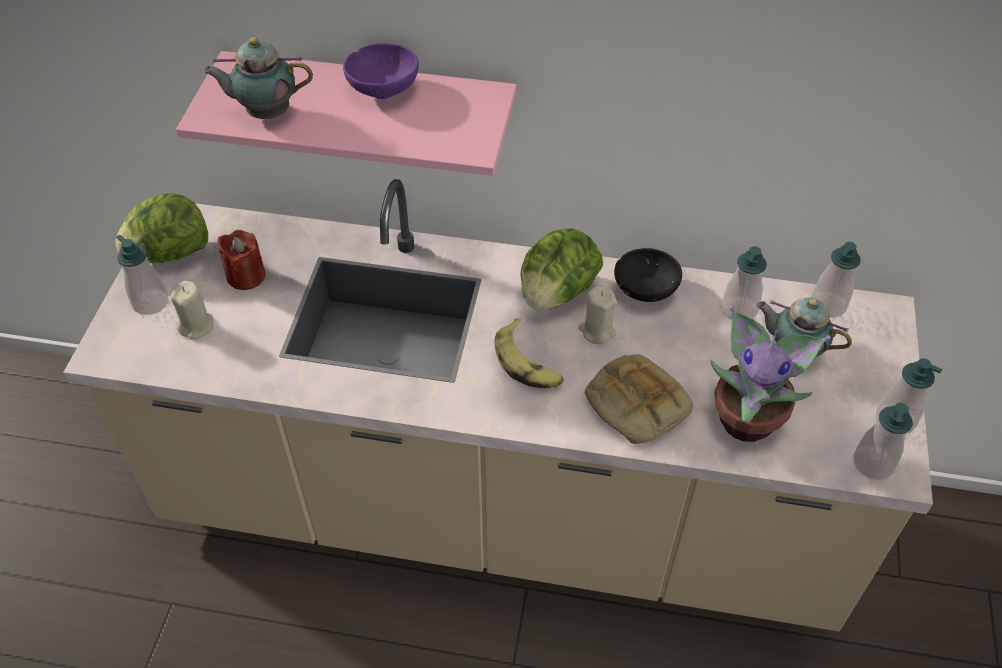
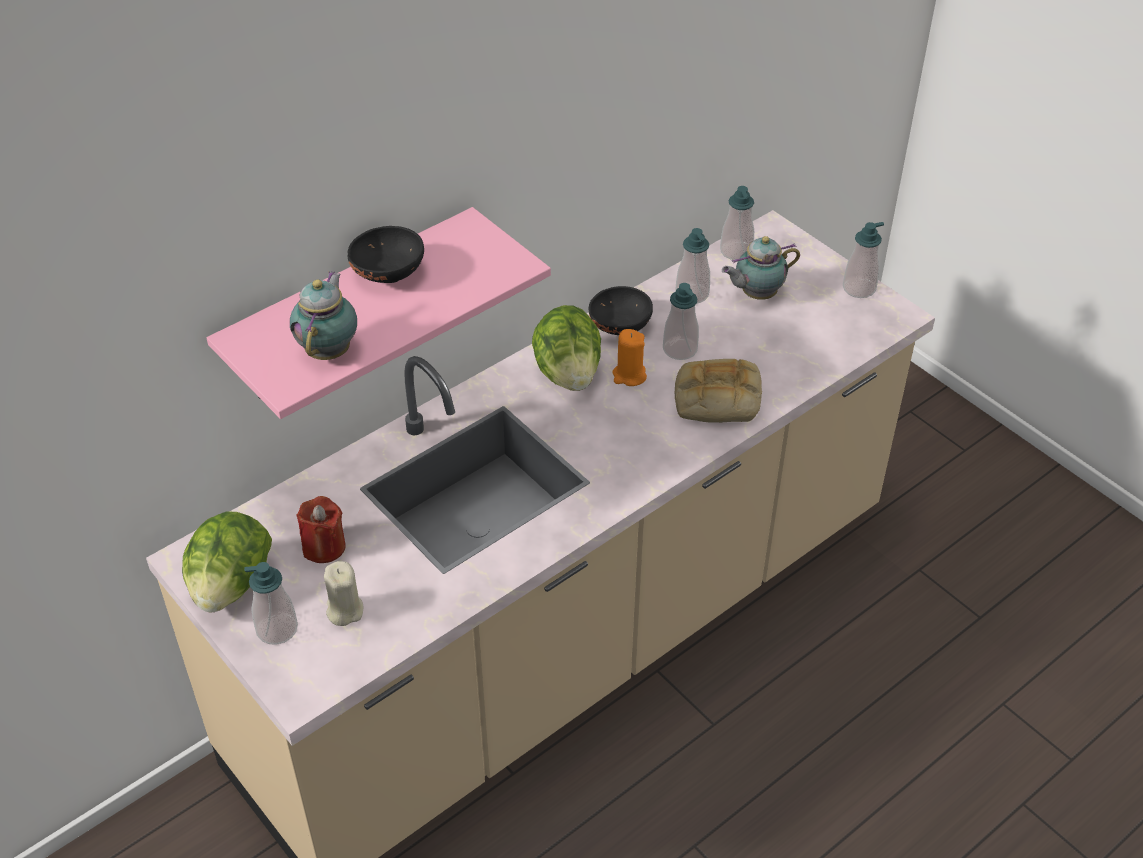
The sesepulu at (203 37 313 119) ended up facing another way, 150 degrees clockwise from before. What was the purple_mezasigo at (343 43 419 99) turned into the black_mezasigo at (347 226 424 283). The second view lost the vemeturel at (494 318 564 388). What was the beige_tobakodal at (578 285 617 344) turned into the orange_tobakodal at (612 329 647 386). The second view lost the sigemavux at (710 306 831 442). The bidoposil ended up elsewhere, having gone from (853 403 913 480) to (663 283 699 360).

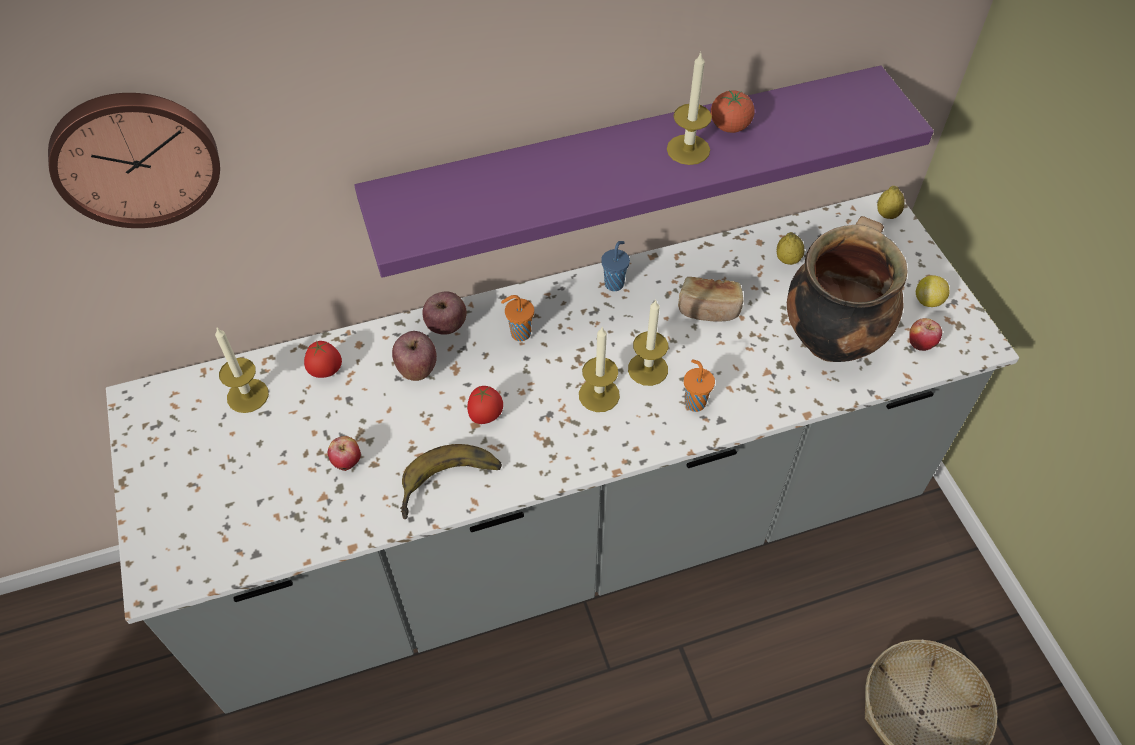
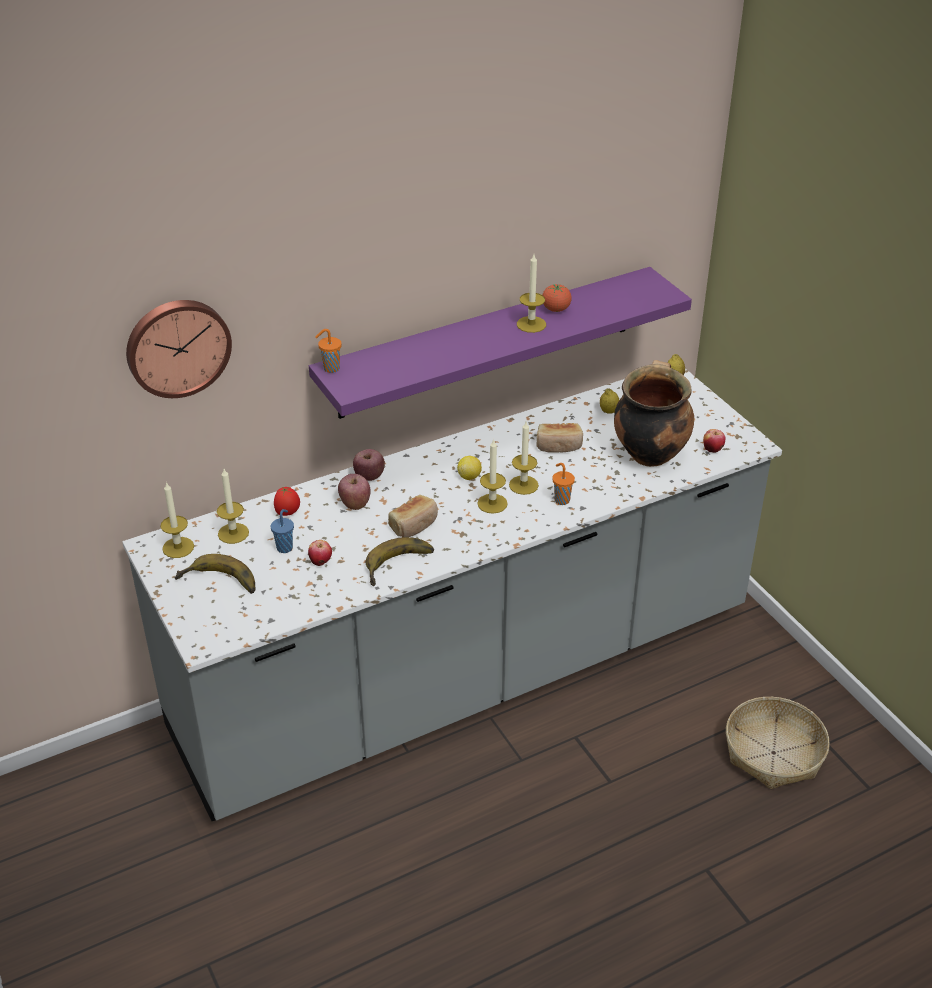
Where the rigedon stood at (467 386 503 424), the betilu came to stand at (388 495 438 537). The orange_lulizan ended up elsewhere, having gone from (501 295 534 341) to (315 329 342 373). The blue_lulizan ended up elsewhere, having gone from (601 241 630 291) to (271 509 294 553). The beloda ended up elsewhere, having gone from (916 275 949 307) to (457 456 482 480). The second view gained the tobakodal at (160 482 194 558). The second view gained the vemeturel at (175 554 255 594).

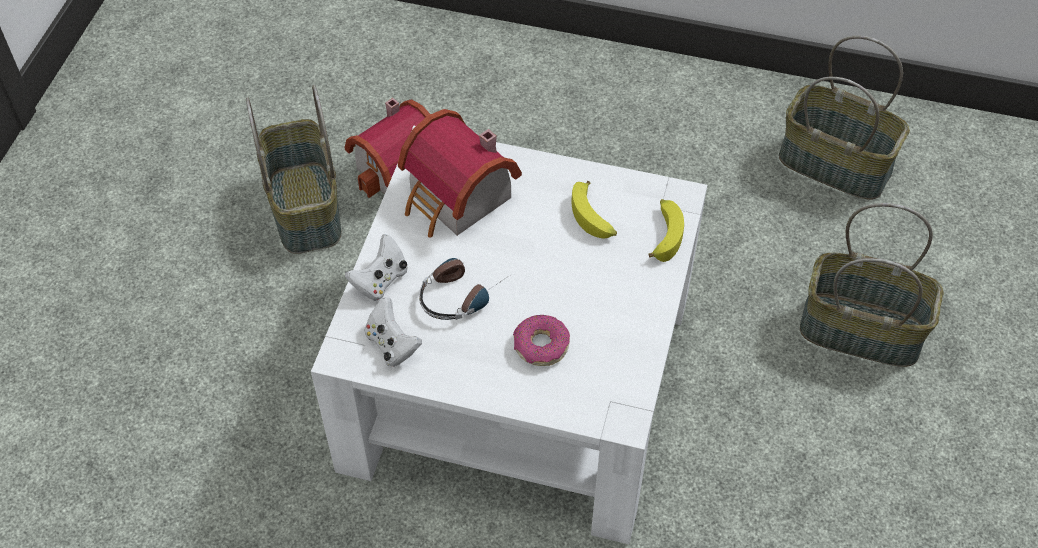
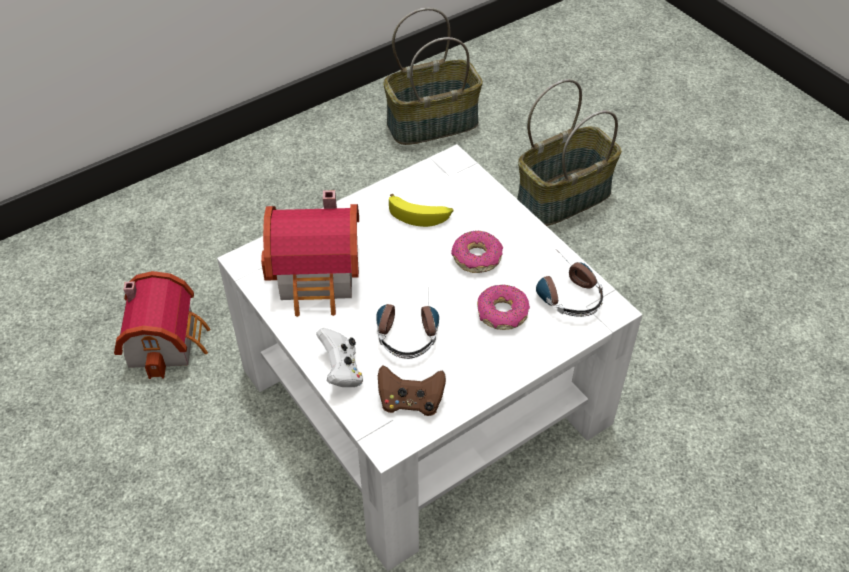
The second view lost the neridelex at (246 85 341 254). What was the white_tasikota at (364 297 422 367) turned into the brown_tasikota at (378 366 446 416). The second view lost the vemeturel at (648 199 684 262). The second view gained the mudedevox at (451 231 503 273). The second view gained the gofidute at (536 262 603 317).

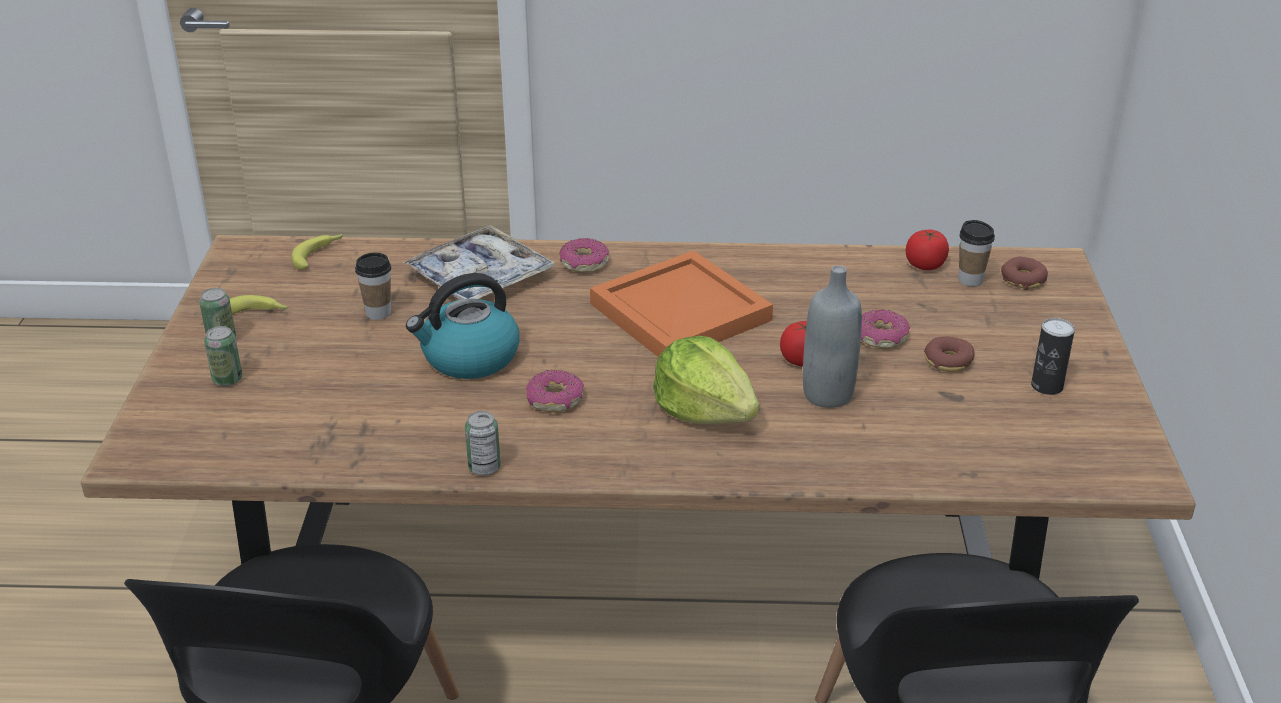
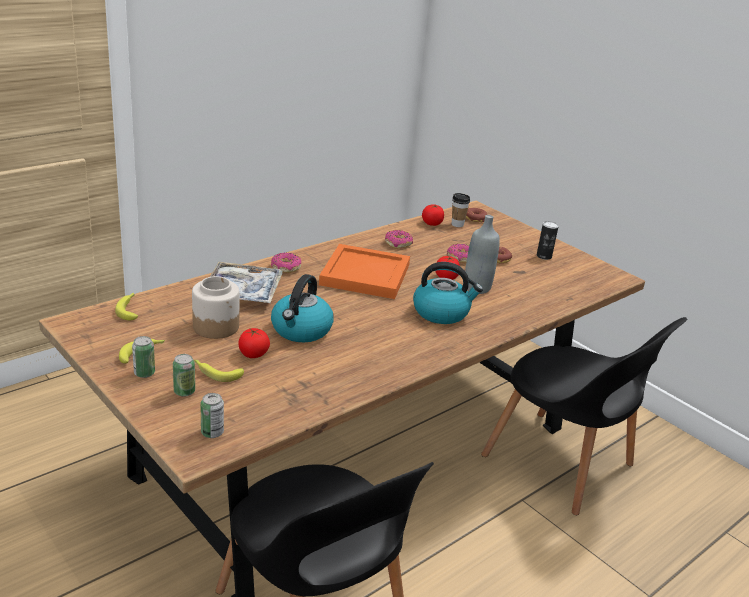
Where the lulizan stood at (355 252 391 320), the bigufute came to stand at (192 276 240 339). The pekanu ended up elsewhere, having gone from (465 411 501 476) to (200 393 224 438). The mudedevox ended up elsewhere, having gone from (526 370 584 413) to (385 230 413 249). Where the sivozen stood at (653 336 760 424), the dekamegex came to stand at (413 262 483 324). The second view gained the vemeturel at (194 360 244 382). The second view gained the rigedon at (238 328 270 358).

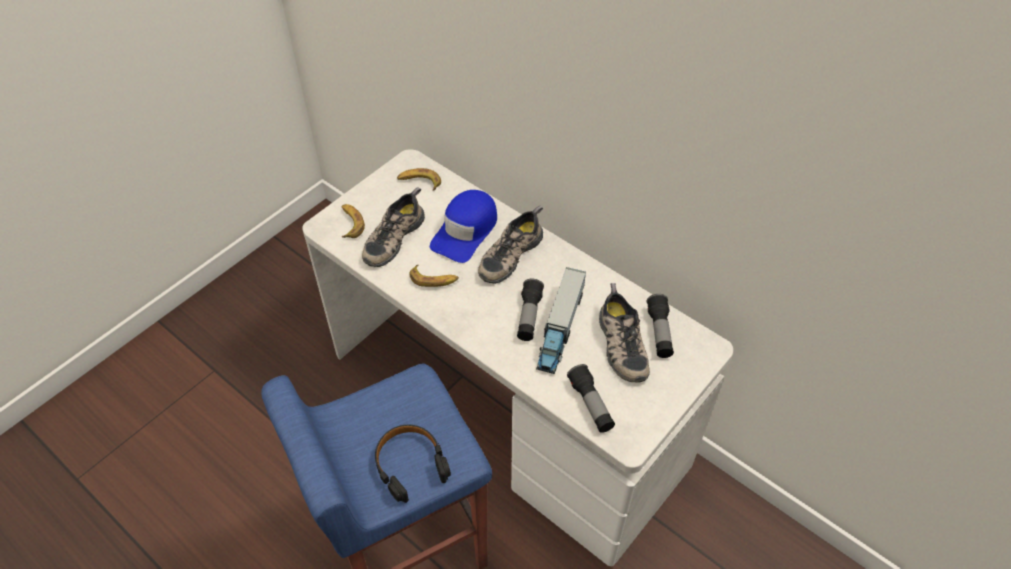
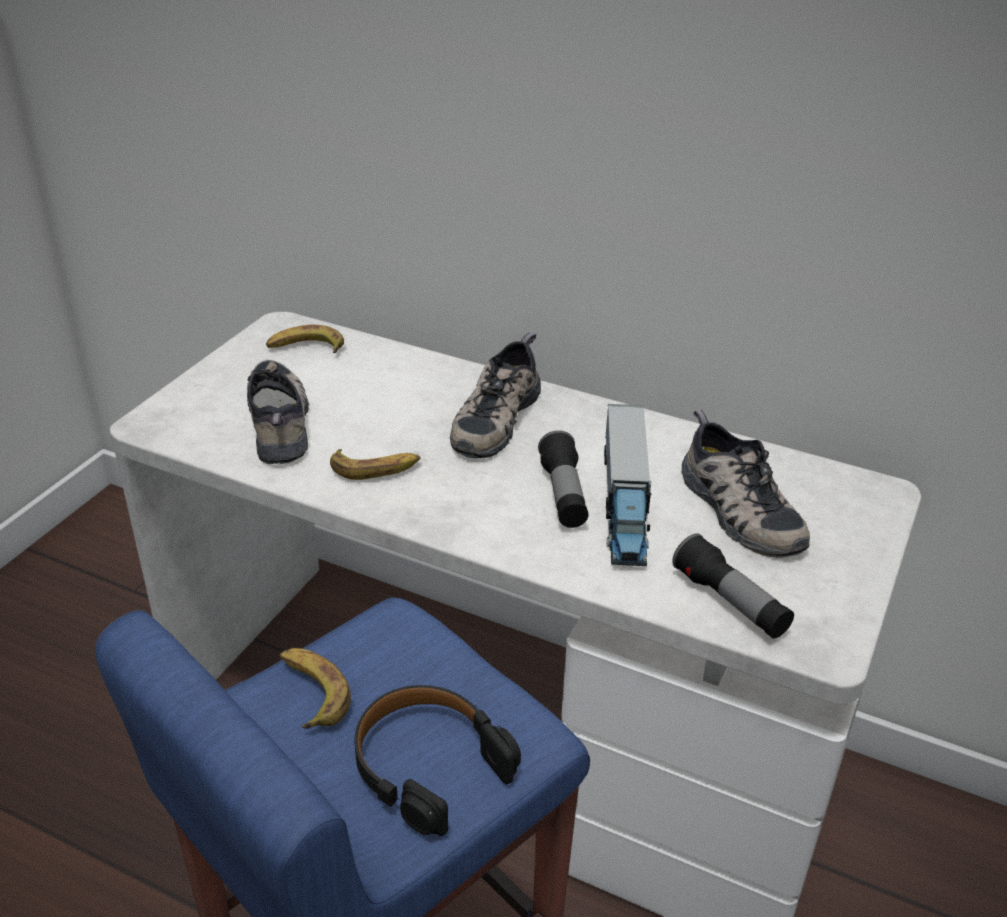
The vemeturel ended up elsewhere, having gone from (341 204 365 238) to (280 648 351 729). The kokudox at (362 187 425 267) ended up facing another way, 150 degrees clockwise from before. The second view lost the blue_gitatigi at (430 190 497 263). The second view lost the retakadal at (647 294 674 358).

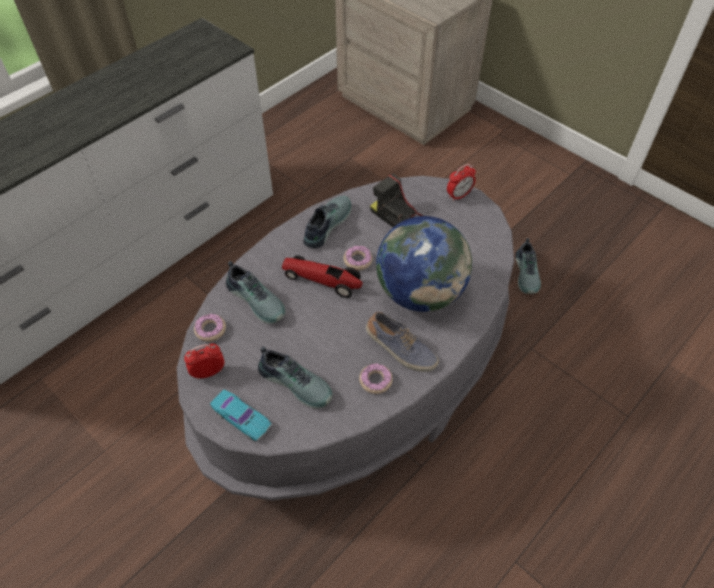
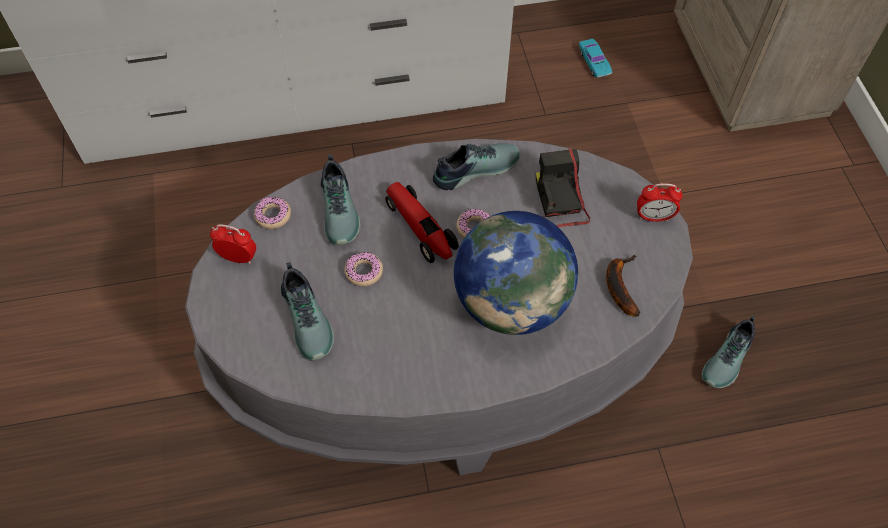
The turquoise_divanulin ended up elsewhere, having gone from (210 390 272 441) to (579 39 613 78). The mudedevox ended up elsewhere, having gone from (359 363 393 394) to (345 252 383 287). The second view lost the kokudox at (366 312 439 372). The second view gained the vemeturel at (606 255 640 317).

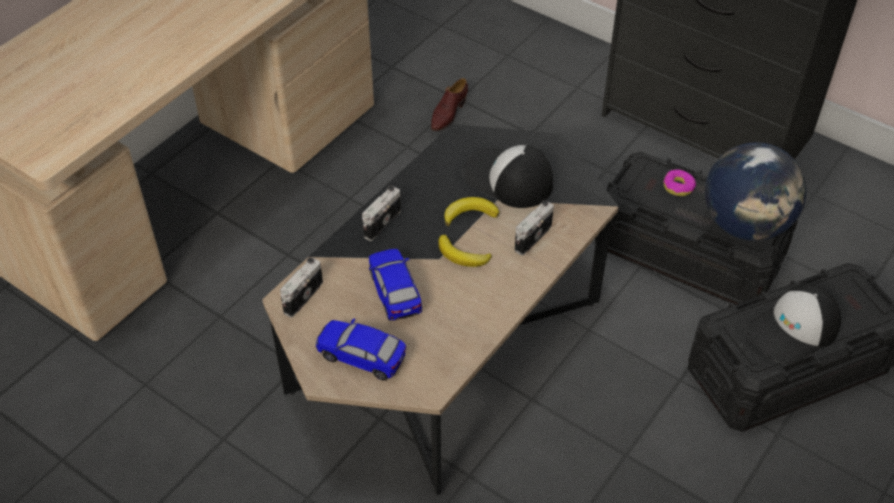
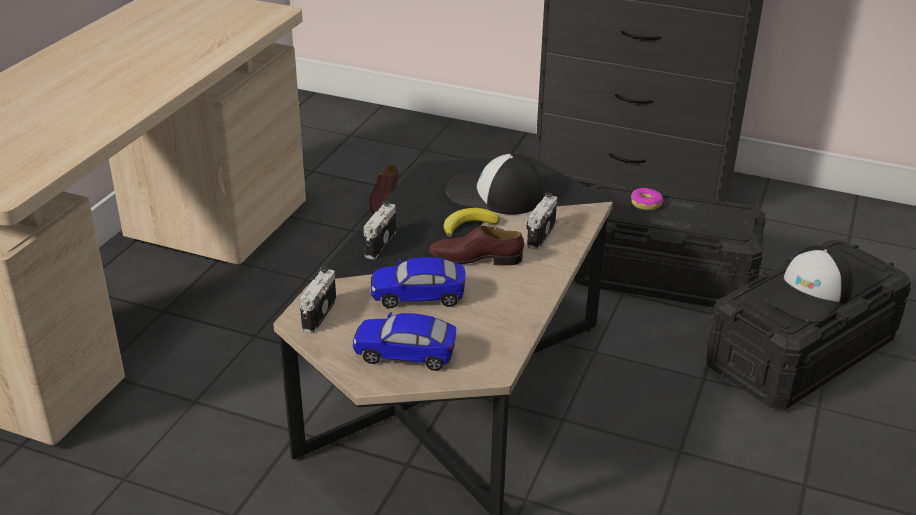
The divanulin at (369 249 422 320) ended up facing another way, 60 degrees counterclockwise from before. Where the vemeturel stood at (438 235 492 267), the brown_kokudox came to stand at (429 226 524 266). The second view lost the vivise at (705 142 807 241).

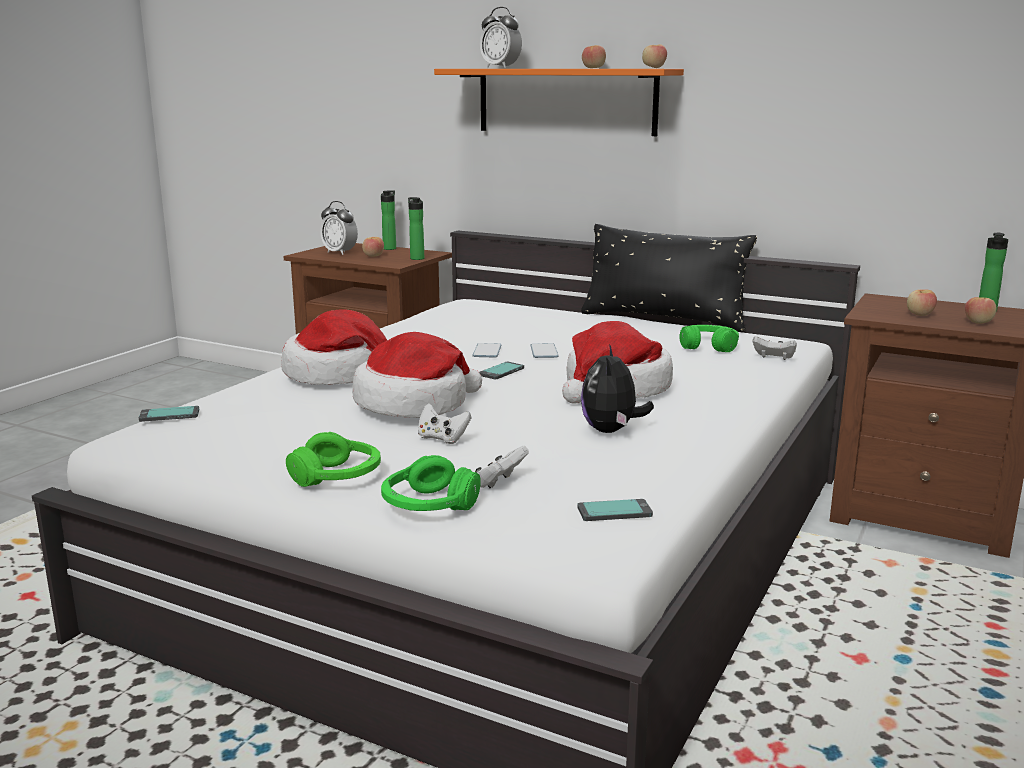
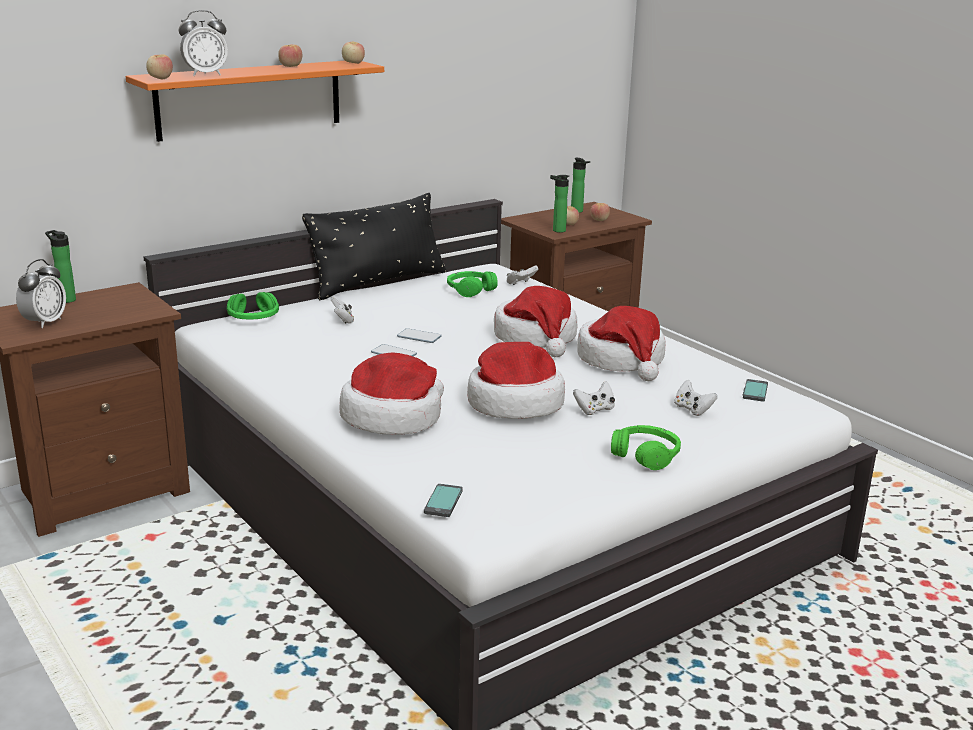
The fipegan at (320 201 358 255) ended up facing another way, 45 degrees counterclockwise from before. The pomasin ended up elsewhere, having gone from (362 237 384 257) to (146 54 173 79). The green_gofidute ended up elsewhere, having gone from (381 455 481 511) to (227 292 279 320). The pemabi ended up elsewhere, having gone from (408 197 424 260) to (550 175 569 233). The second view lost the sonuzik at (479 362 524 379). Where the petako stood at (581 344 654 433), the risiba came to stand at (577 306 666 381). The second view gained the white_tasikota at (331 297 354 324).

